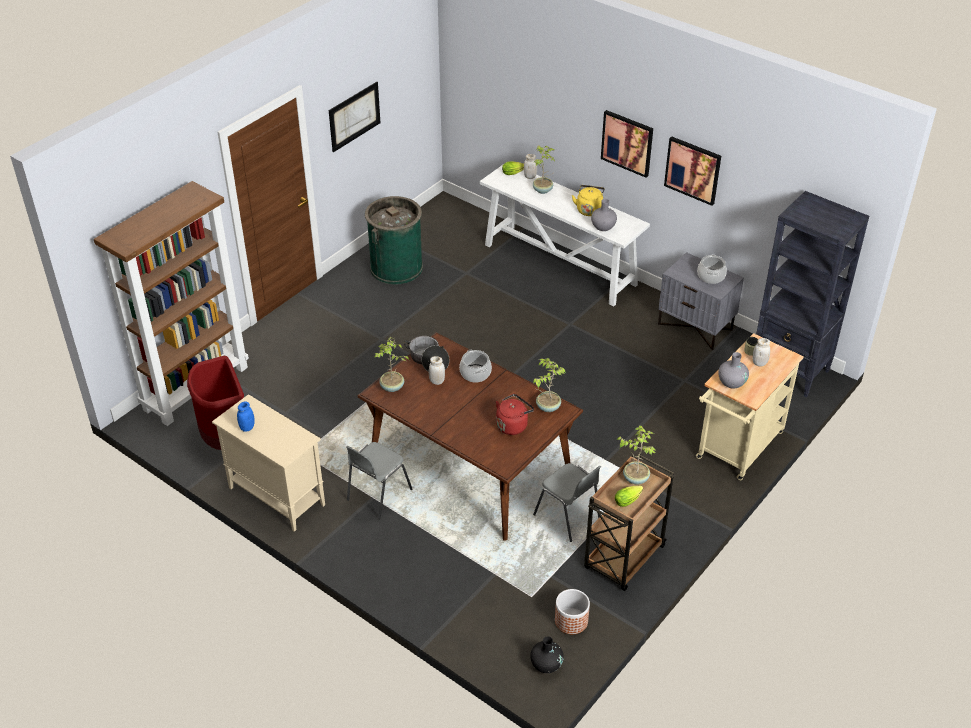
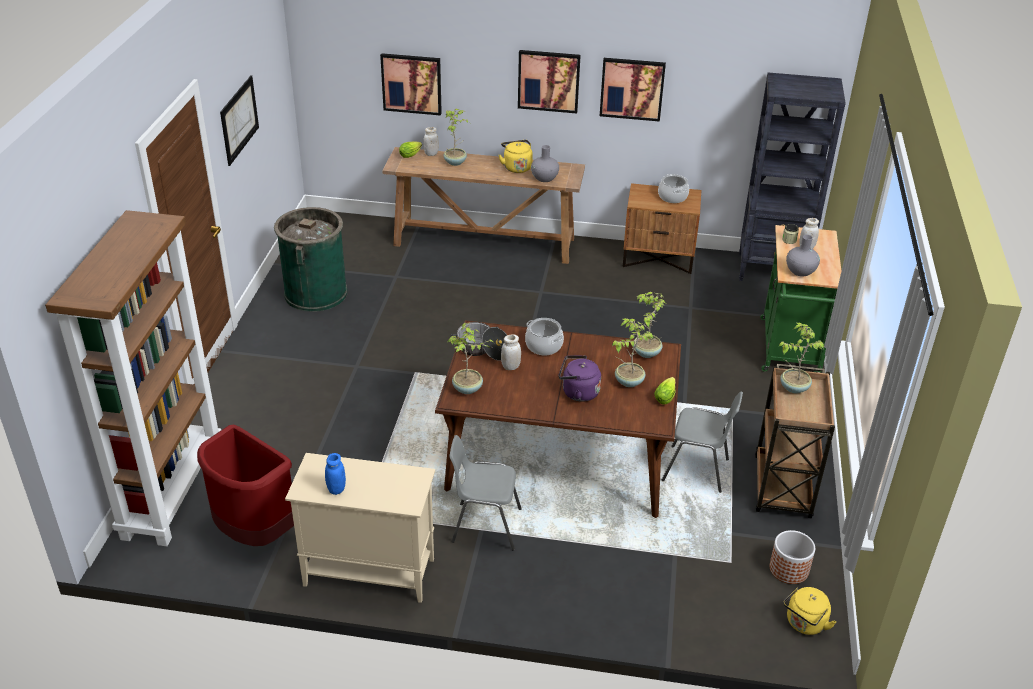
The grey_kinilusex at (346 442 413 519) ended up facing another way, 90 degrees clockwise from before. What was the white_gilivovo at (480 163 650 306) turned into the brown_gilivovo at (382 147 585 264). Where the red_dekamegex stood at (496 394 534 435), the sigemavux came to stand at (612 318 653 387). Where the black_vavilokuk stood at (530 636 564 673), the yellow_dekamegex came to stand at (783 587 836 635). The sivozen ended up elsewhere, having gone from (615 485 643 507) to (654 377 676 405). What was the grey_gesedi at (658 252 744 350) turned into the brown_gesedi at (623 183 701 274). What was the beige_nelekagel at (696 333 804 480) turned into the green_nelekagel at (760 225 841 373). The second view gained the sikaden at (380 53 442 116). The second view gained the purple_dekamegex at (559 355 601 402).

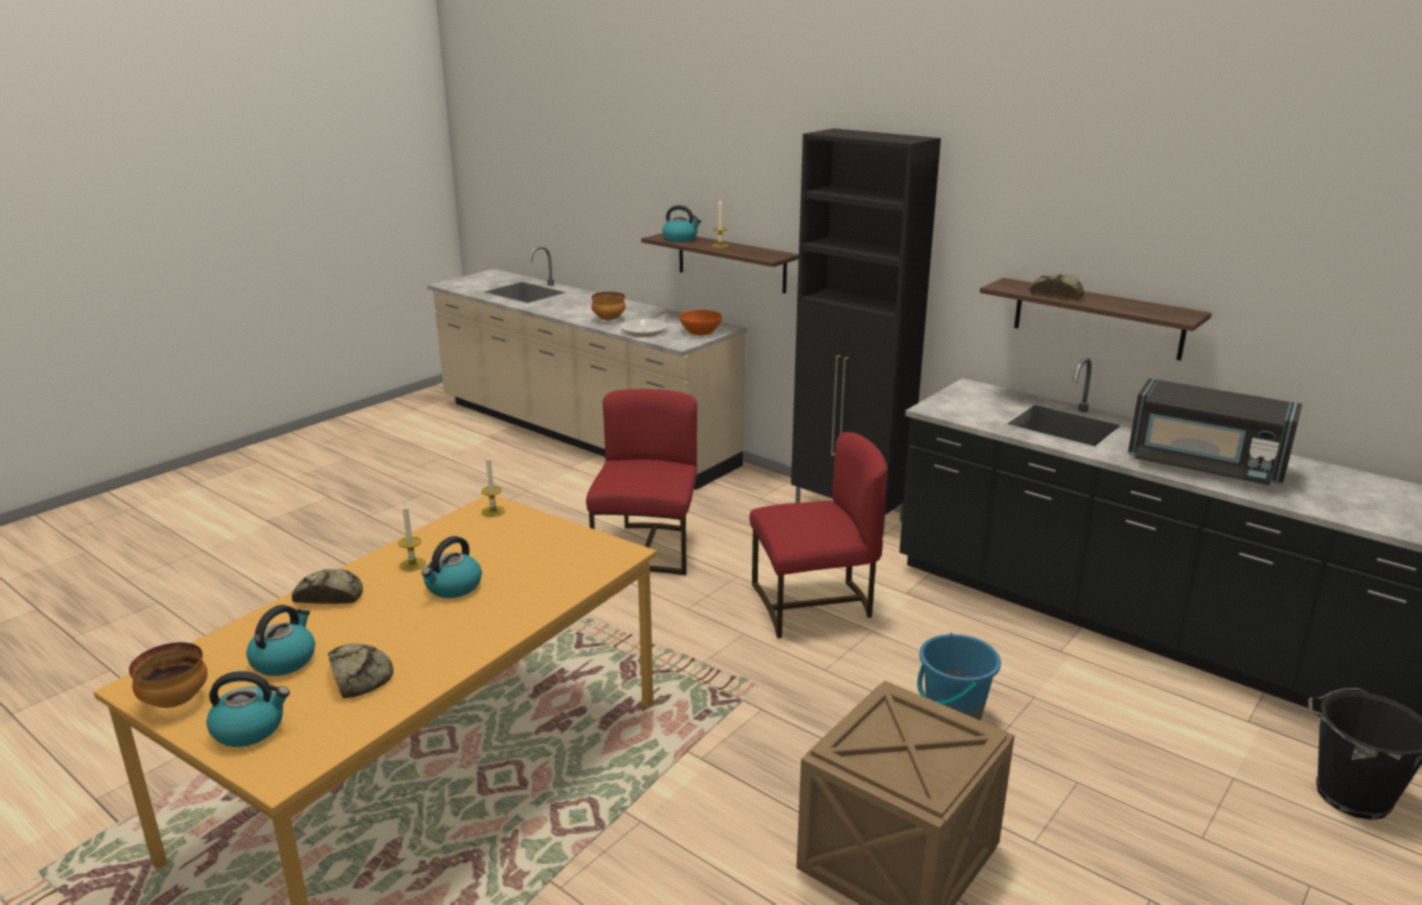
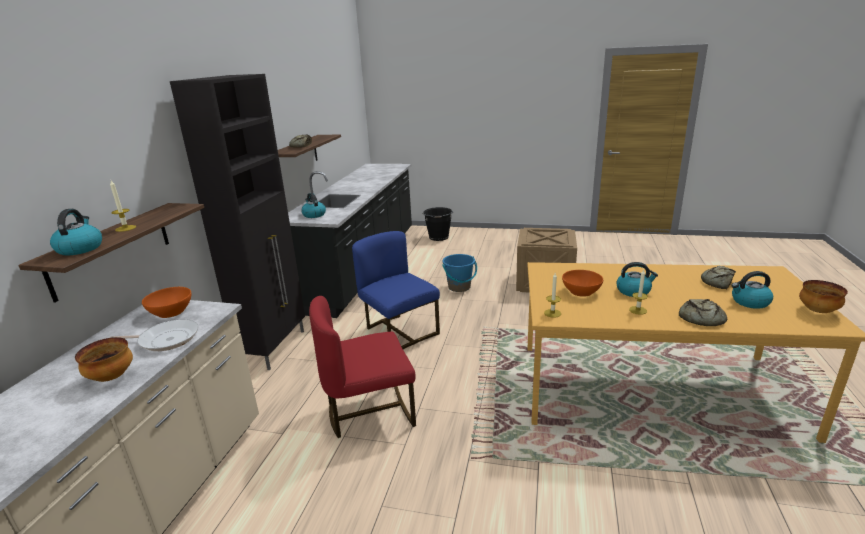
The dekamegex ended up elsewhere, having gone from (206 671 290 747) to (301 193 326 218). What was the red_kinilusex at (750 432 888 639) turned into the blue_kinilusex at (352 231 440 349). The second view lost the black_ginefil at (1128 378 1302 485). The second view gained the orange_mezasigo at (562 270 603 297).

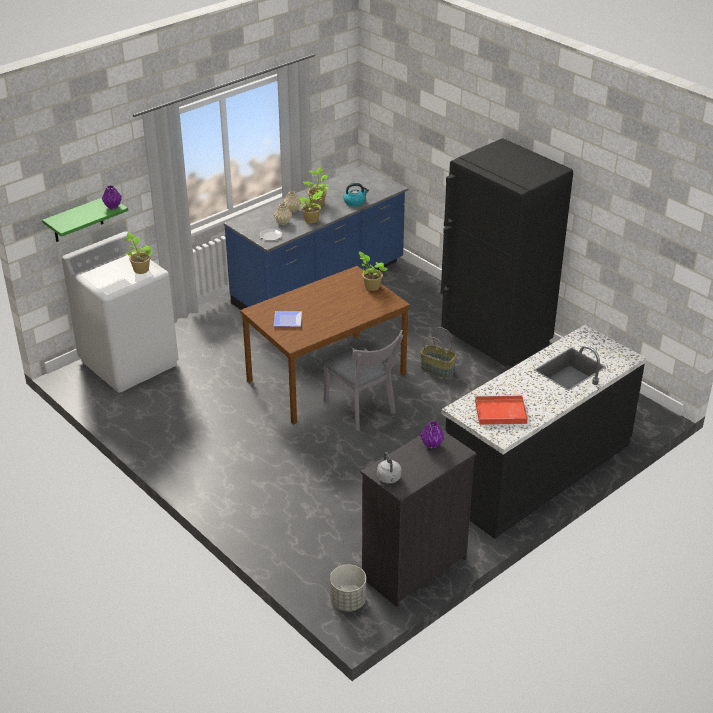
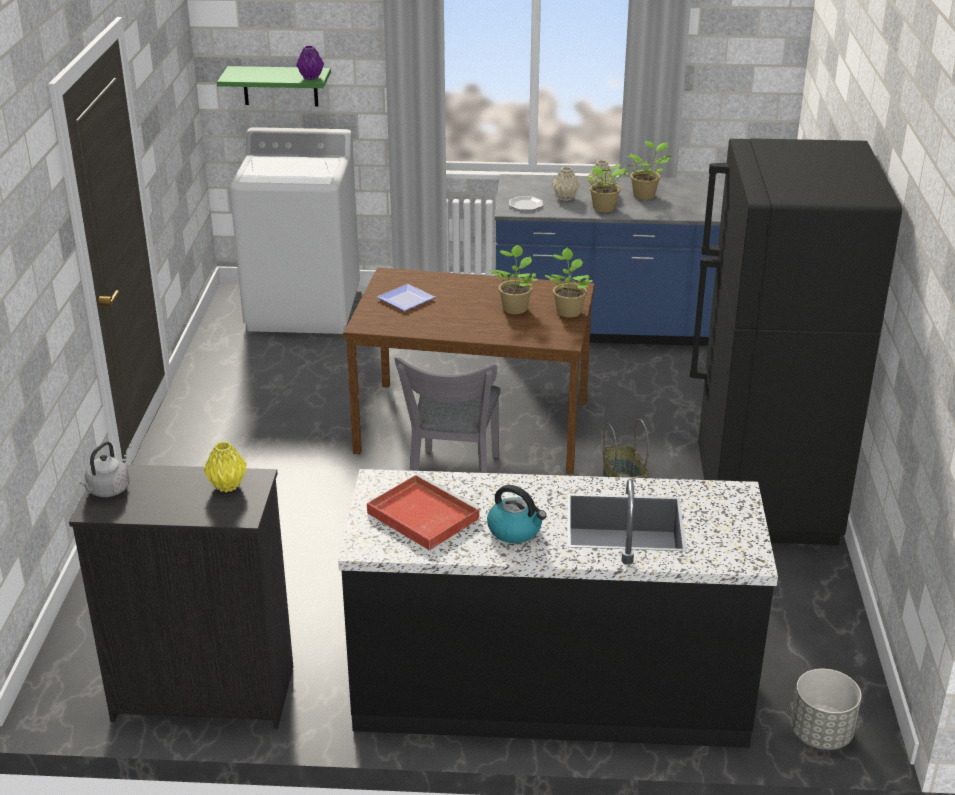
The sigemavux ended up elsewhere, having gone from (124 232 153 274) to (489 245 538 314). The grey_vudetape ended up elsewhere, having gone from (330 565 366 611) to (791 669 861 750). The dekamegex ended up elsewhere, having gone from (344 183 369 207) to (487 485 547 543). What was the purple_vavilokuk at (420 421 444 449) turned into the yellow_vavilokuk at (203 442 247 492).

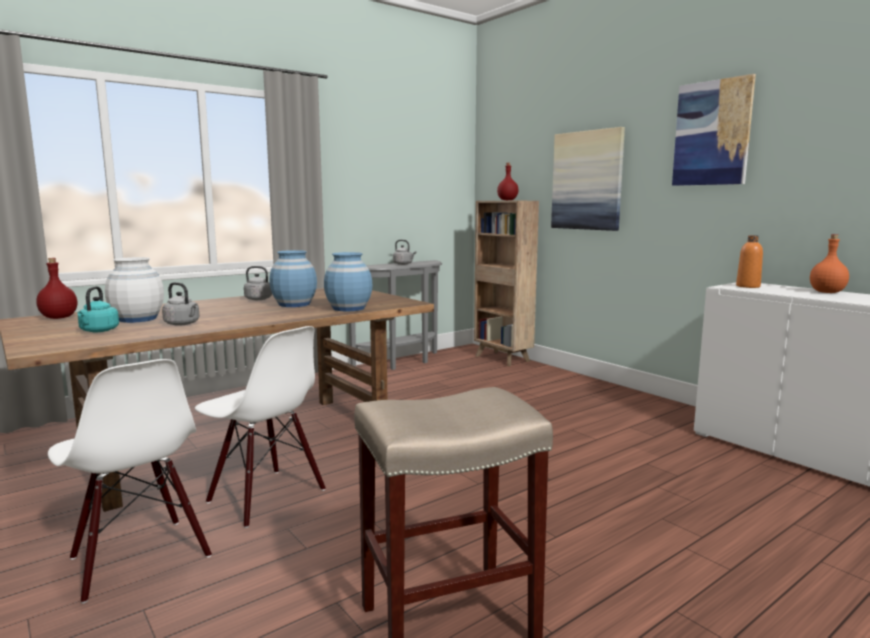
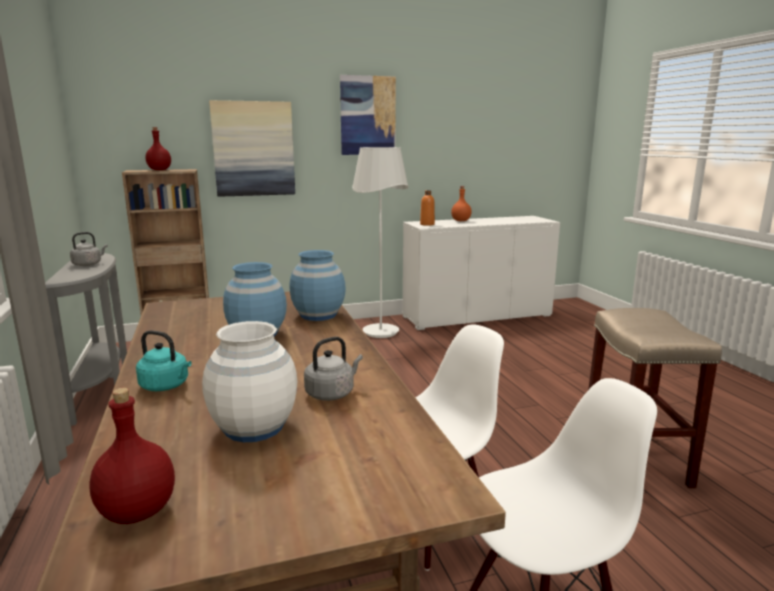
The turquoise_dekamegex ended up elsewhere, having gone from (77 286 119 332) to (136 331 192 391). The second view lost the grey_dekamegex at (244 266 272 300). The second view gained the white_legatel at (352 147 409 338).

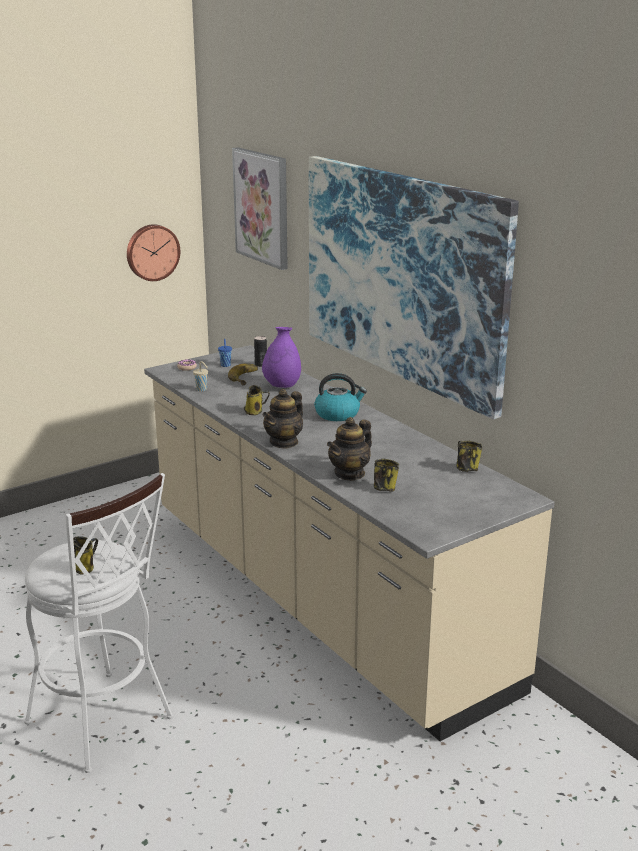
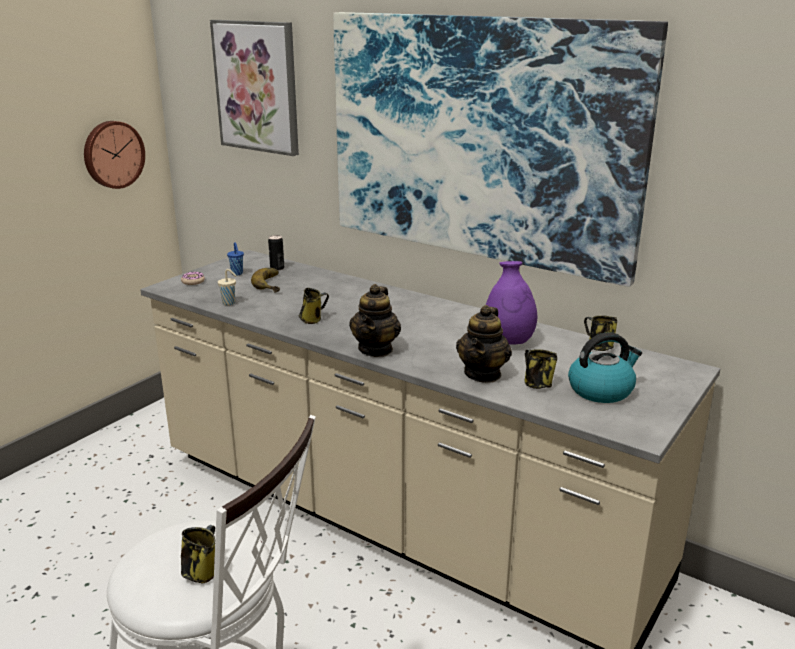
The purple_vavilokuk ended up elsewhere, having gone from (262 327 301 388) to (486 261 537 345). The dekamegex ended up elsewhere, having gone from (314 373 367 421) to (568 332 642 403).

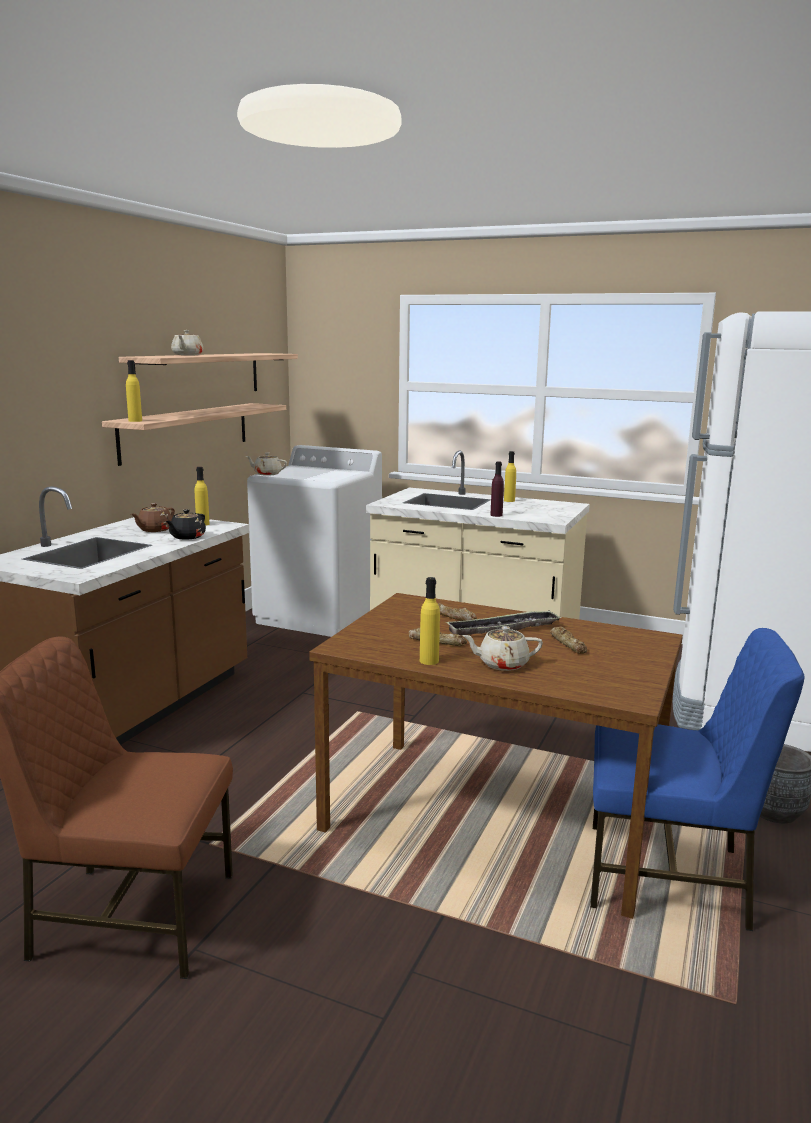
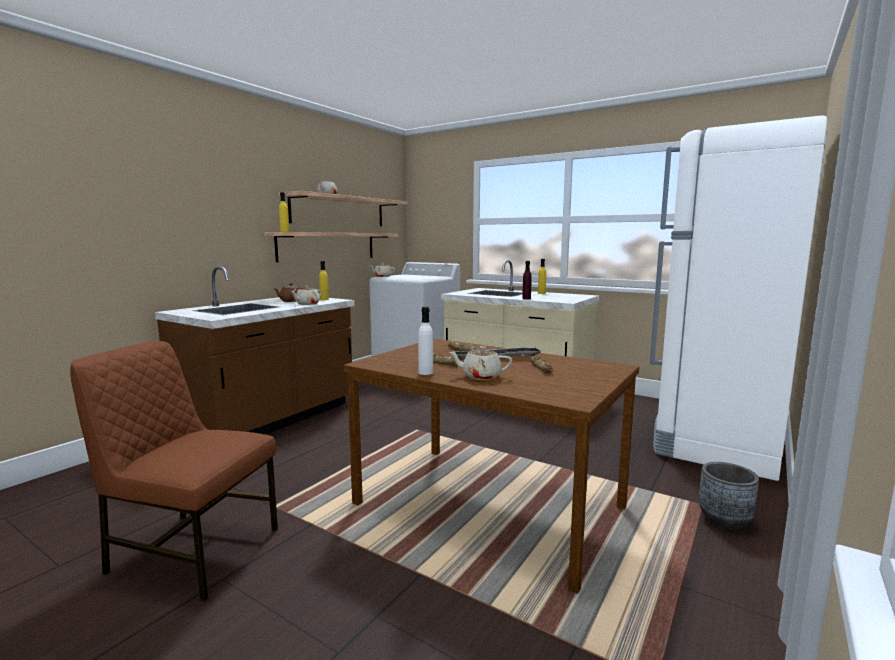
What was the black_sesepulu at (166 509 206 540) turned into the beige_sesepulu at (290 286 322 305). What was the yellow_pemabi at (420 577 440 665) turned into the white_pemabi at (418 307 433 375). The second view lost the blue_kinilusex at (590 628 805 931).

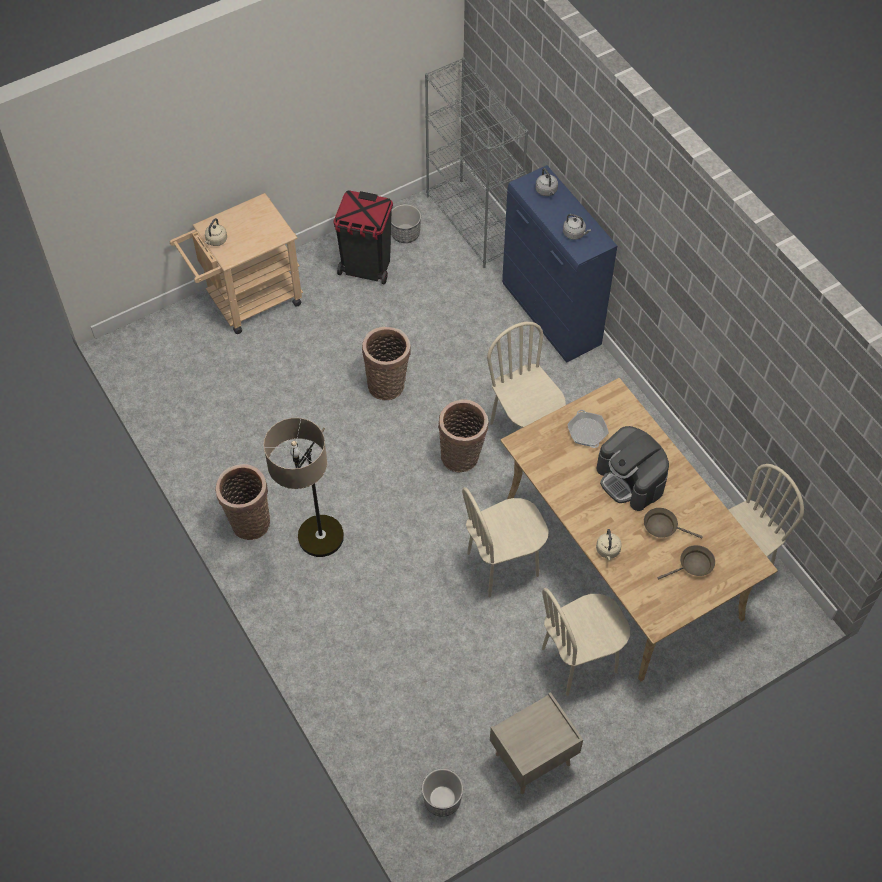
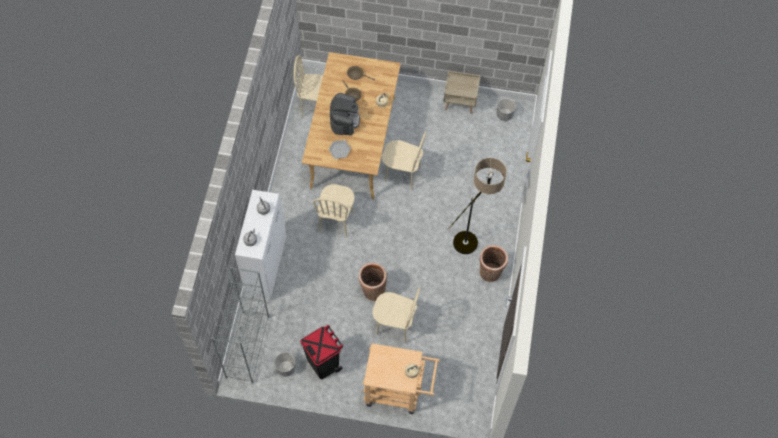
The second view lost the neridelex at (438 399 489 473). What was the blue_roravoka at (502 165 617 363) turned into the white_roravoka at (235 190 286 299). The beige_kinilusex ended up elsewhere, having gone from (542 588 630 696) to (373 288 420 344).

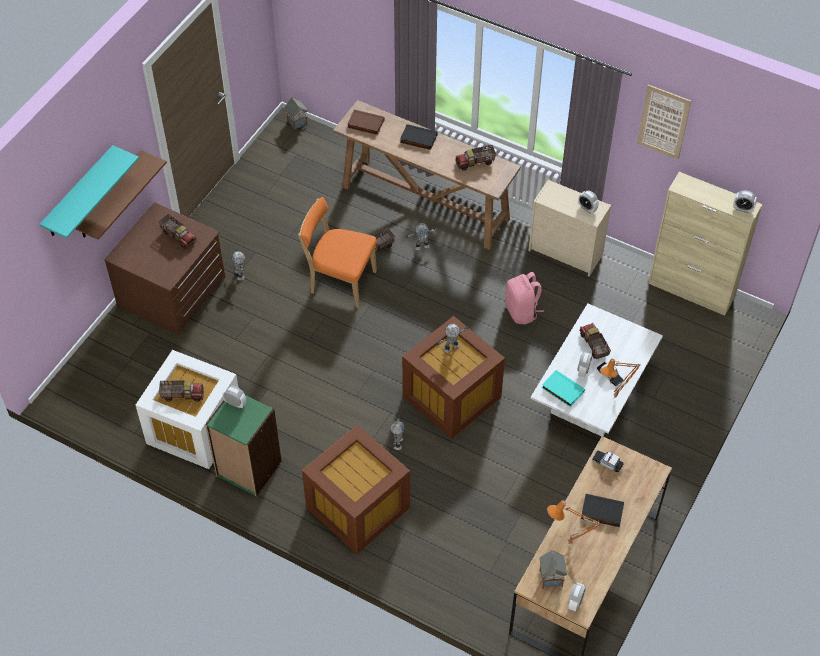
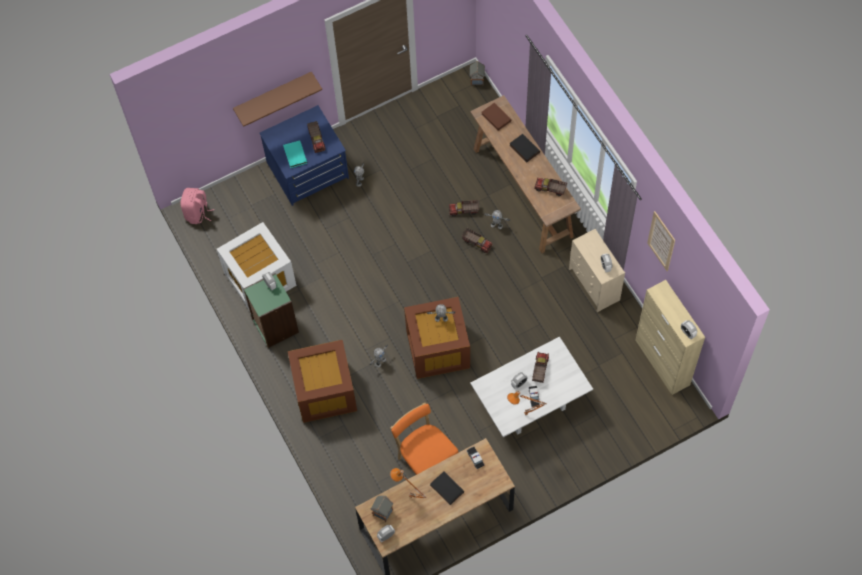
The second view lost the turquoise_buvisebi at (39 145 139 238). What was the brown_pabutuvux at (104 202 225 335) turned into the blue_pabutuvux at (259 105 349 206). The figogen ended up elsewhere, having gone from (159 381 204 402) to (462 228 493 253). The orange_kinilusex ended up elsewhere, having gone from (298 197 377 308) to (390 403 458 475). The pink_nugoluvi ended up elsewhere, having gone from (505 272 544 324) to (180 188 214 224). The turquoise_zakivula ended up elsewhere, having gone from (541 370 585 407) to (283 140 307 168).

